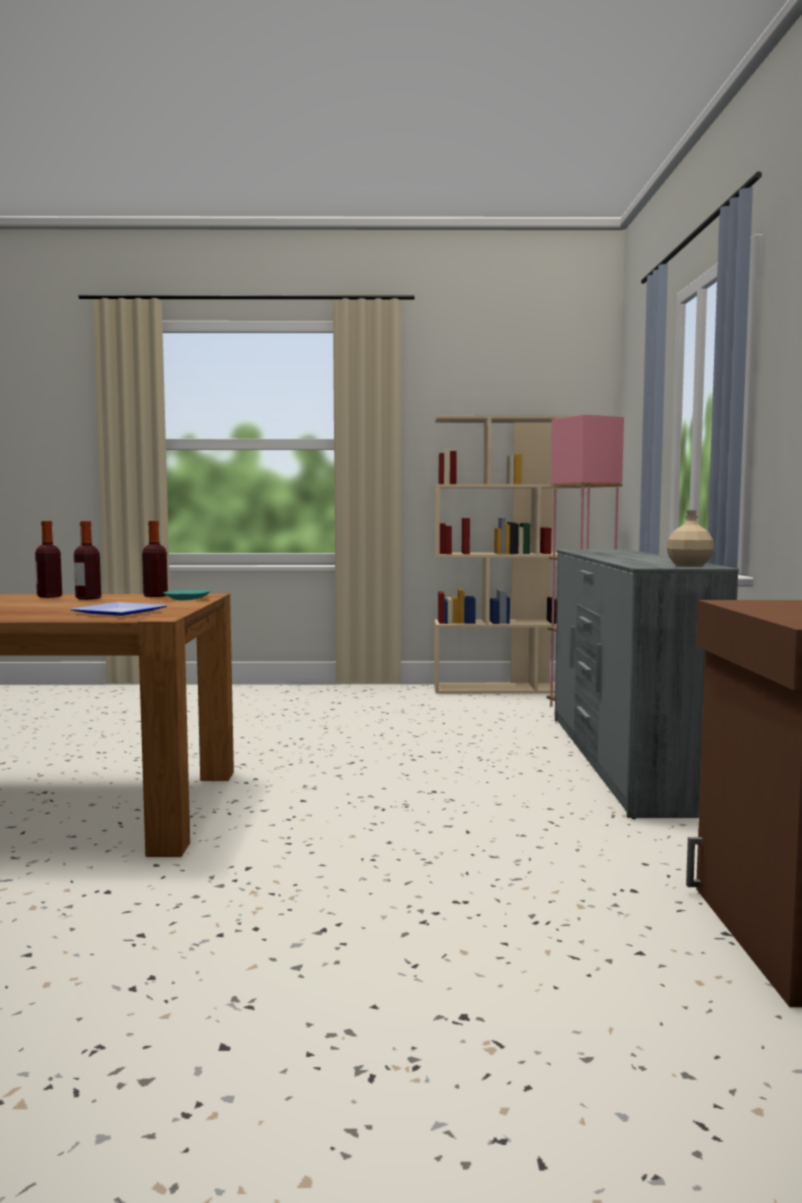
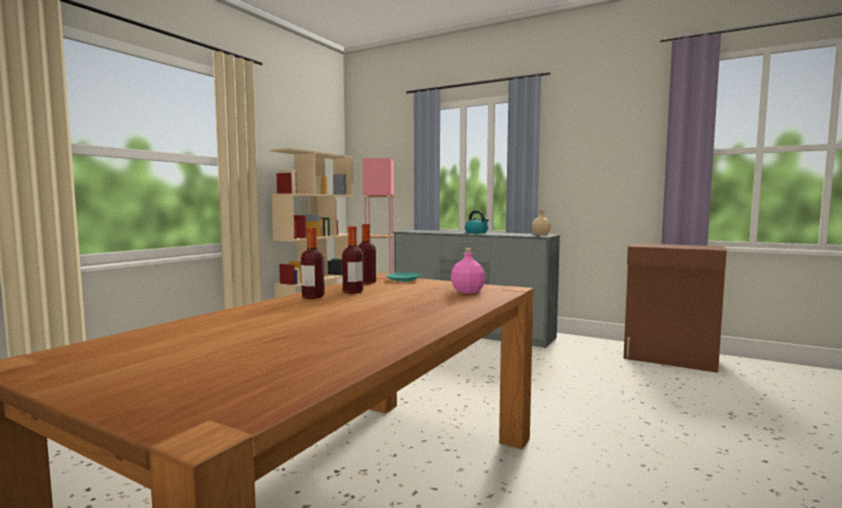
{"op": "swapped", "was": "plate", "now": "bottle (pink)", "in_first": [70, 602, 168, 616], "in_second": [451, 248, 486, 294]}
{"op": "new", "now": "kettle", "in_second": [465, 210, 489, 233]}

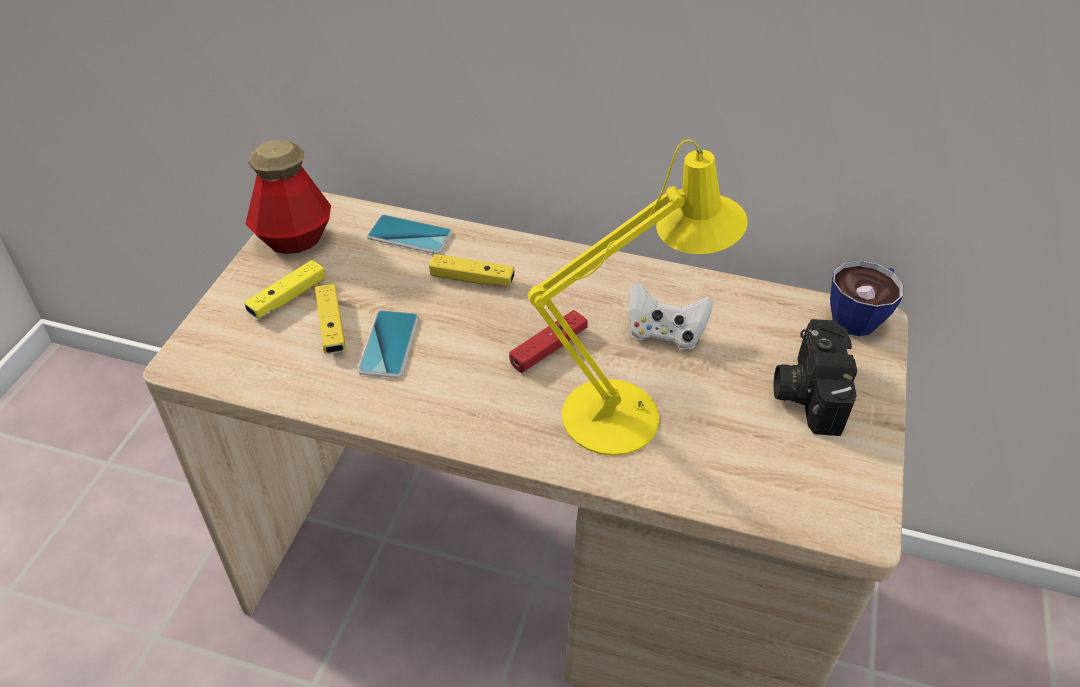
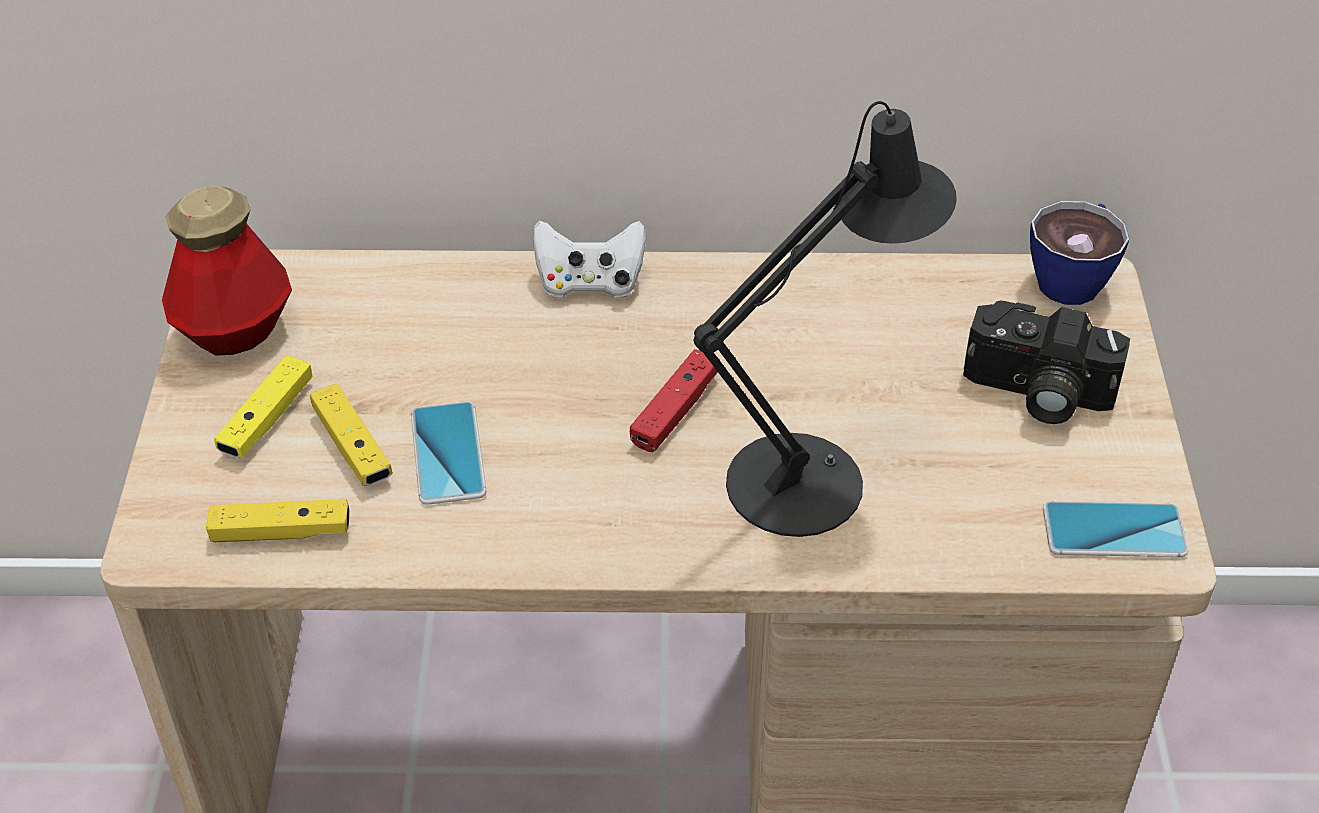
{"op": "shifted", "was": "game controller (yellow)", "in_first": [429, 254, 515, 286], "in_second": [206, 499, 350, 542]}
{"op": "shifted", "was": "game controller (white)", "in_first": [628, 282, 712, 350], "in_second": [533, 221, 646, 298]}
{"op": "repainted", "was": "table lamp (yellow)", "now": "table lamp (black)", "in_first": [528, 139, 748, 456], "in_second": [693, 101, 957, 537]}
{"op": "rotated", "was": "photo camera", "in_first": [773, 319, 857, 436], "in_second": [963, 301, 1130, 424], "clockwise": -60}
{"op": "shifted", "was": "phone", "in_first": [367, 215, 452, 254], "in_second": [1043, 501, 1188, 557]}

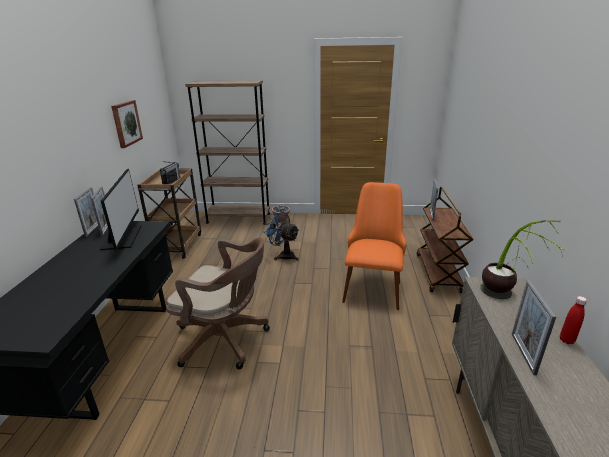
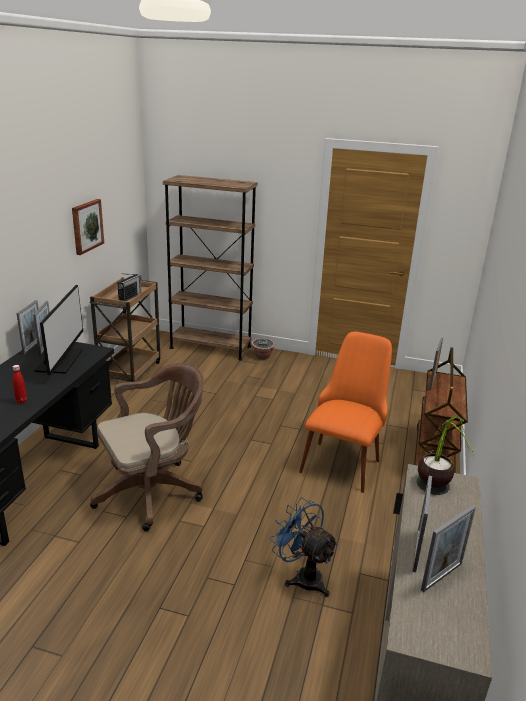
{"op": "shifted", "was": "bottle (red)", "in_first": [560, 296, 587, 344], "in_second": [13, 365, 27, 404]}
{"op": "rotated", "was": "office chair (brown)", "in_first": [166, 238, 270, 370], "in_second": [90, 363, 204, 531], "clockwise": -60}
{"op": "shifted", "was": "fan (blue)", "in_first": [265, 211, 299, 261], "in_second": [270, 497, 339, 597]}
{"op": "new", "now": "picture frame", "in_second": [421, 505, 476, 592]}

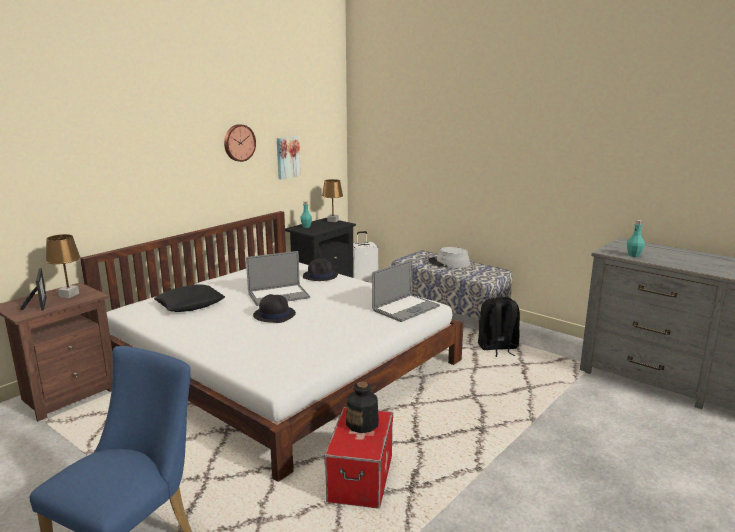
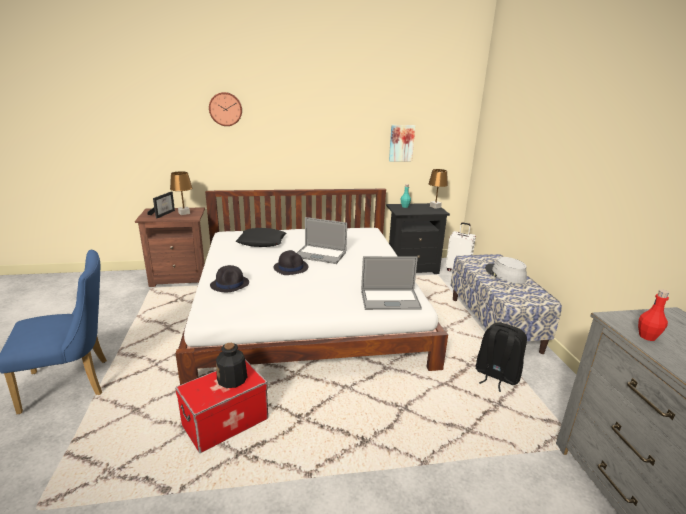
{"op": "shifted", "was": "wall clock", "in_first": [224, 124, 256, 162], "in_second": [209, 92, 242, 126]}
{"op": "shifted", "was": "hat (black)", "in_first": [303, 258, 338, 281], "in_second": [210, 265, 249, 292]}
{"op": "repainted", "was": "bottle (turquoise)", "now": "bottle (red)", "in_first": [627, 220, 645, 257], "in_second": [638, 289, 669, 341]}

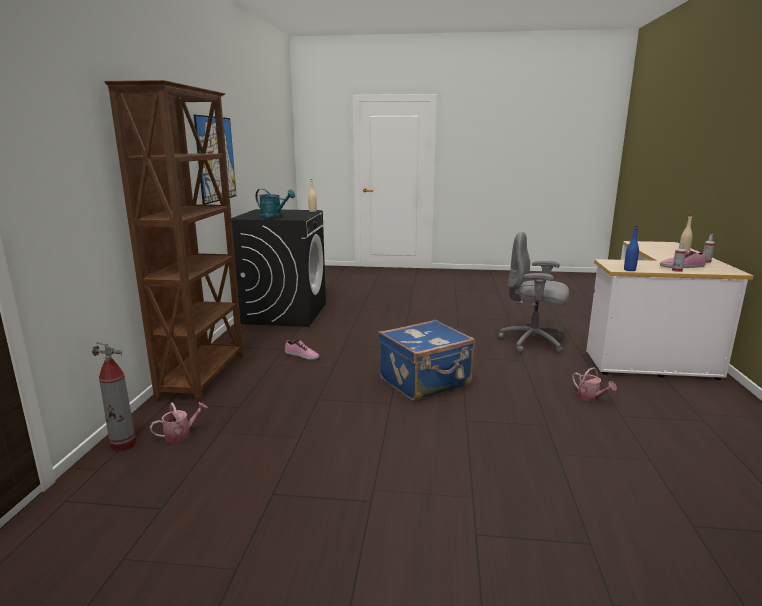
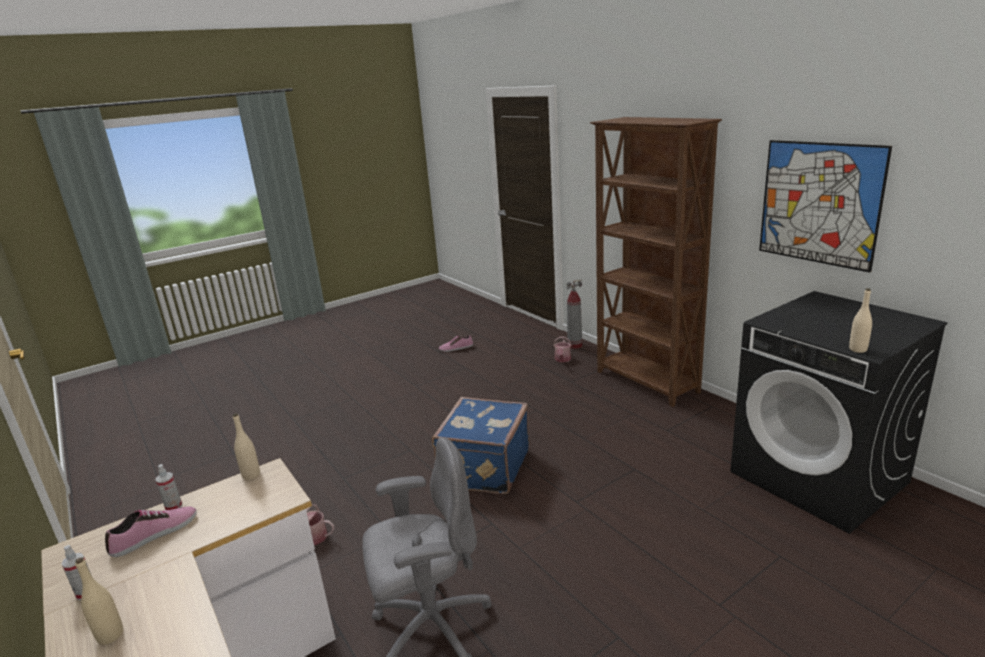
{"op": "repainted", "was": "bottle (blue)", "now": "bottle (beige)", "in_first": [624, 226, 639, 271], "in_second": [233, 413, 260, 480]}
{"op": "shifted", "was": "shoe", "in_first": [285, 340, 320, 360], "in_second": [439, 335, 473, 352]}
{"op": "gone", "was": "watering can (turquoise)", "in_first": [255, 189, 295, 219]}

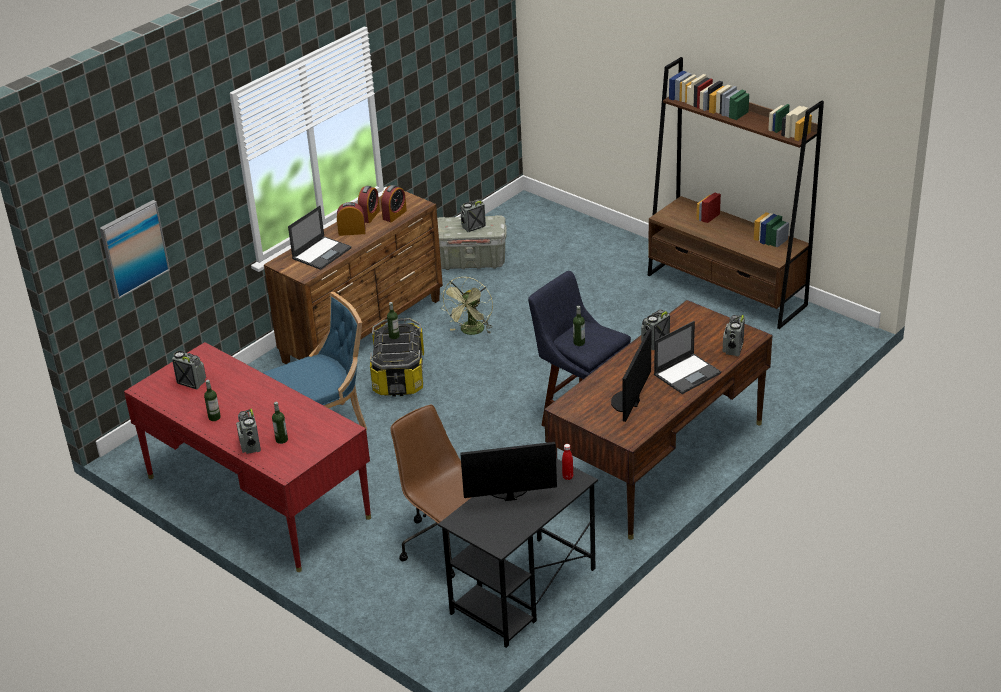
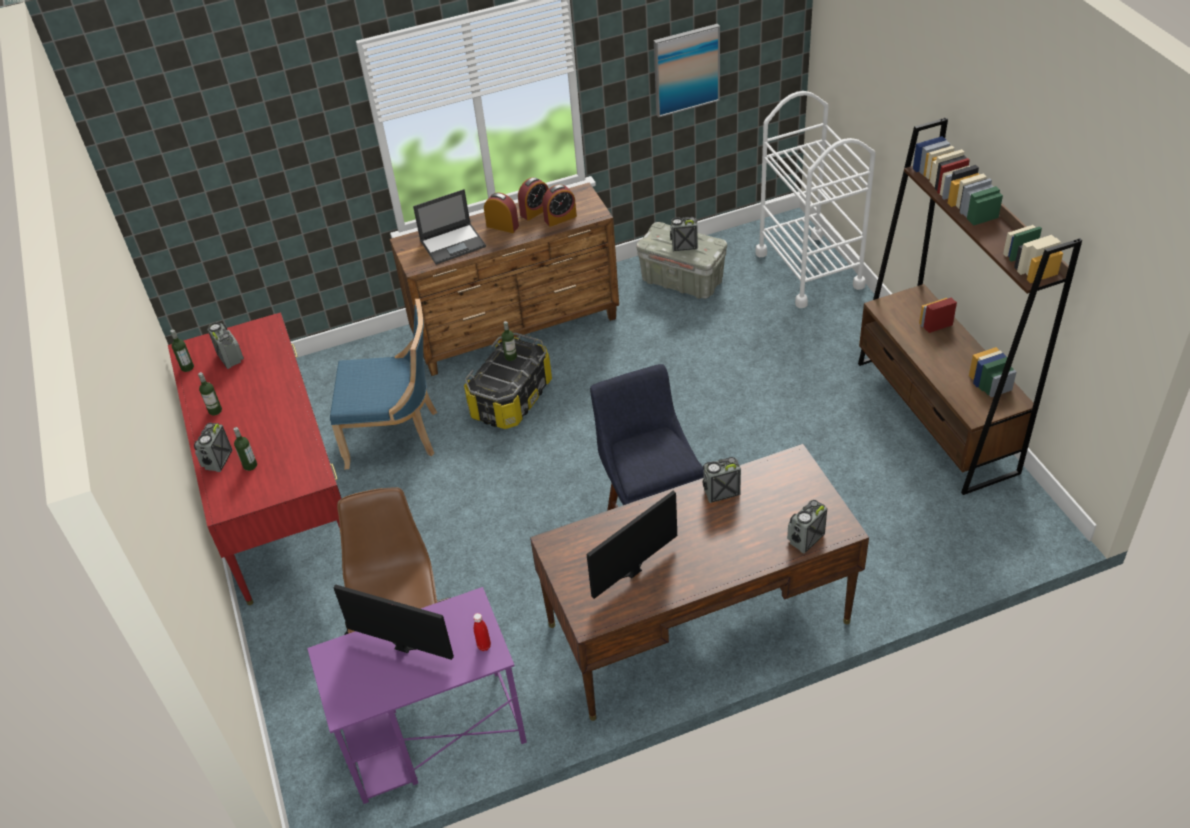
{"op": "shifted", "was": "bottle", "in_first": [573, 306, 585, 346], "in_second": [170, 329, 194, 372]}
{"op": "repainted", "was": "desk (black)", "now": "desk (purple)", "in_first": [438, 458, 598, 648], "in_second": [307, 587, 527, 804]}
{"op": "shifted", "was": "picture", "in_first": [100, 200, 170, 299], "in_second": [654, 24, 720, 118]}
{"op": "new", "now": "cart (white)", "in_second": [755, 91, 876, 308]}
{"op": "gone", "was": "fan (green)", "in_first": [441, 277, 493, 335]}
{"op": "gone", "was": "laptop", "in_first": [654, 321, 721, 394]}

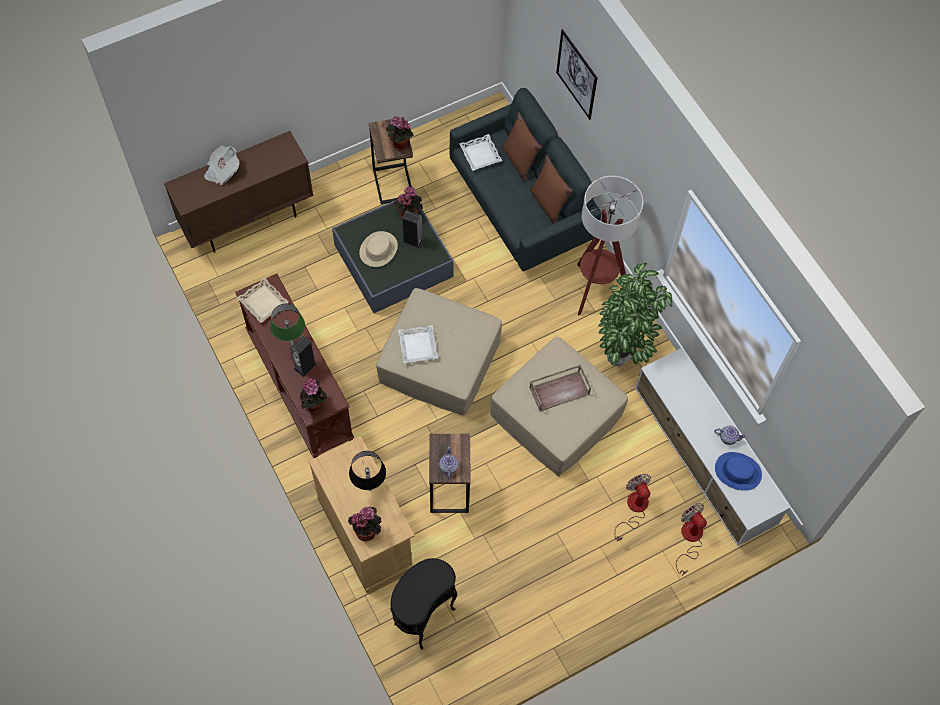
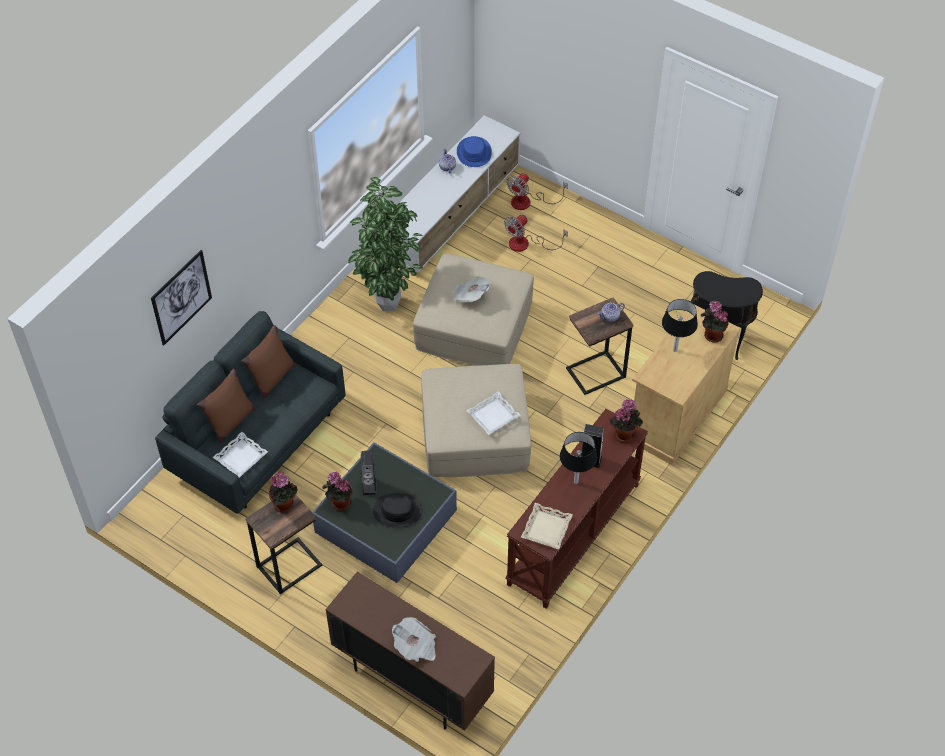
{"op": "repainted", "was": "hat (beige)", "now": "hat (black)", "in_first": [359, 231, 398, 267], "in_second": [373, 493, 422, 528]}
{"op": "swapped", "was": "tray (brown)", "now": "newspaper", "in_first": [529, 365, 591, 411], "in_second": [454, 276, 490, 302]}
{"op": "repainted", "was": "table lamp (green)", "now": "table lamp (black)", "in_first": [270, 304, 305, 346], "in_second": [560, 432, 597, 484]}
{"op": "gone", "was": "floor lamp", "in_first": [577, 176, 643, 316]}

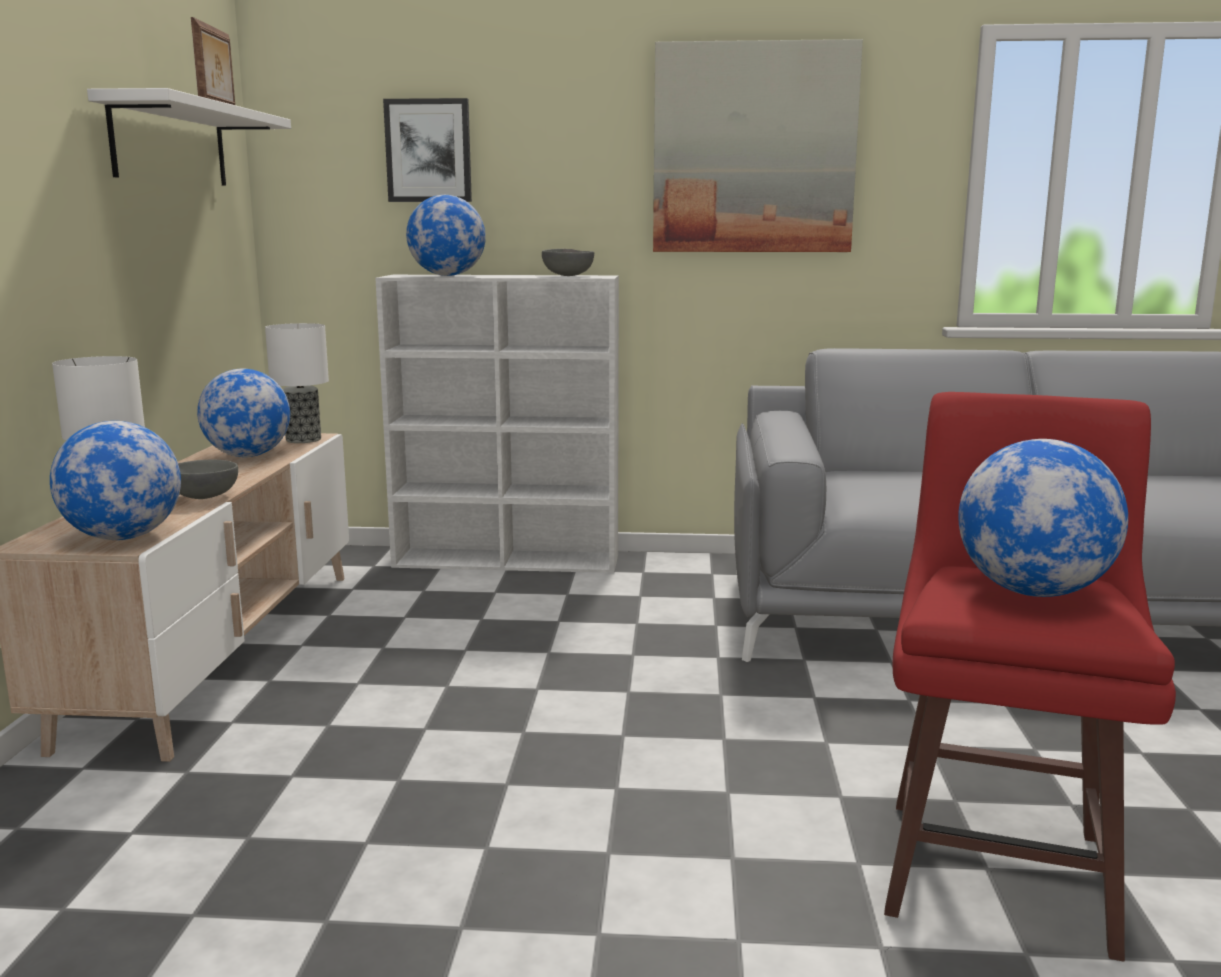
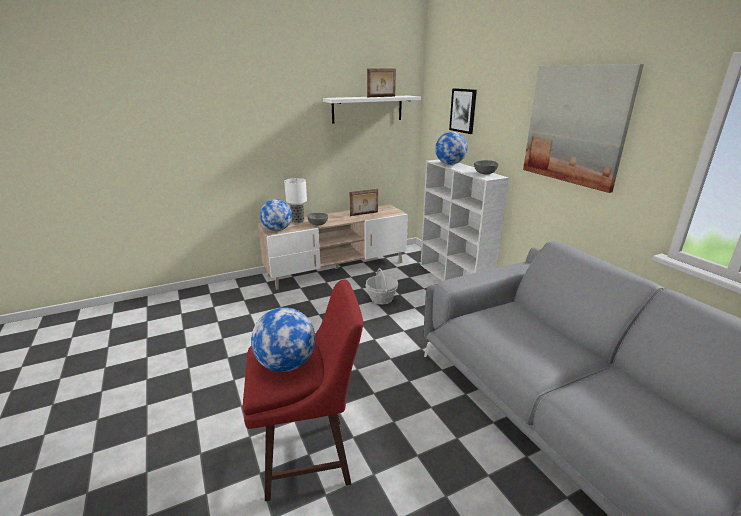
{"op": "swapped", "was": "globe", "now": "picture frame", "in_first": [197, 369, 290, 457], "in_second": [349, 189, 378, 216]}
{"op": "new", "now": "basket", "in_second": [365, 268, 398, 305]}
{"op": "gone", "was": "table lamp", "in_first": [265, 323, 329, 443]}

